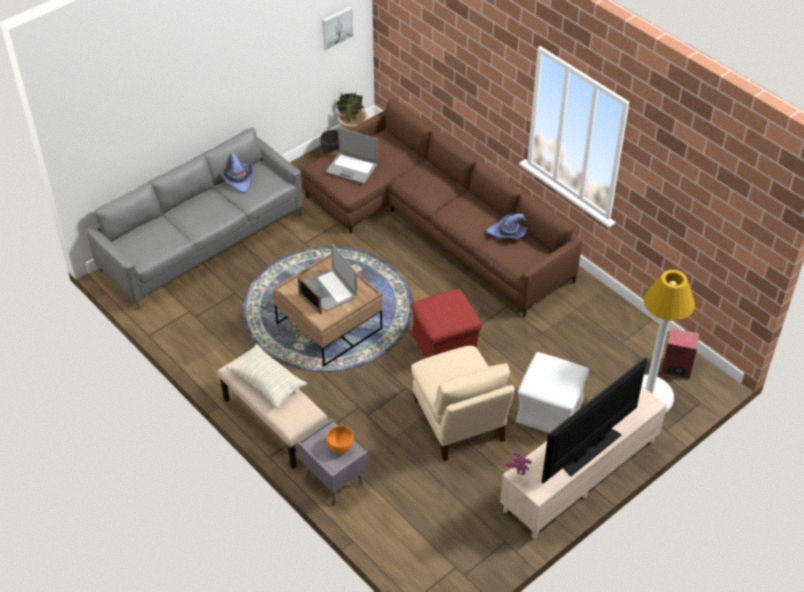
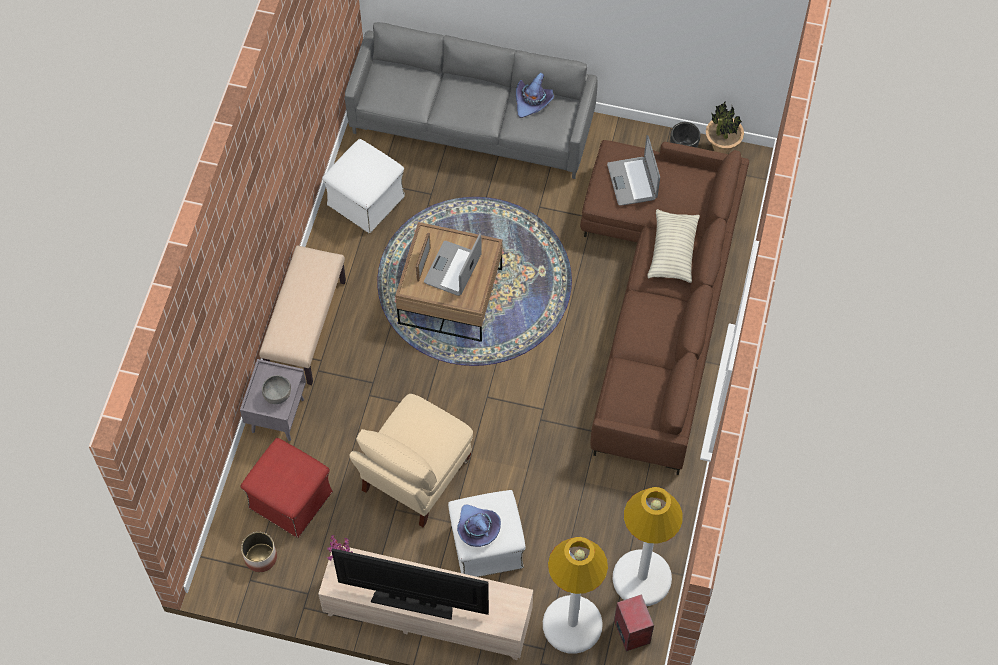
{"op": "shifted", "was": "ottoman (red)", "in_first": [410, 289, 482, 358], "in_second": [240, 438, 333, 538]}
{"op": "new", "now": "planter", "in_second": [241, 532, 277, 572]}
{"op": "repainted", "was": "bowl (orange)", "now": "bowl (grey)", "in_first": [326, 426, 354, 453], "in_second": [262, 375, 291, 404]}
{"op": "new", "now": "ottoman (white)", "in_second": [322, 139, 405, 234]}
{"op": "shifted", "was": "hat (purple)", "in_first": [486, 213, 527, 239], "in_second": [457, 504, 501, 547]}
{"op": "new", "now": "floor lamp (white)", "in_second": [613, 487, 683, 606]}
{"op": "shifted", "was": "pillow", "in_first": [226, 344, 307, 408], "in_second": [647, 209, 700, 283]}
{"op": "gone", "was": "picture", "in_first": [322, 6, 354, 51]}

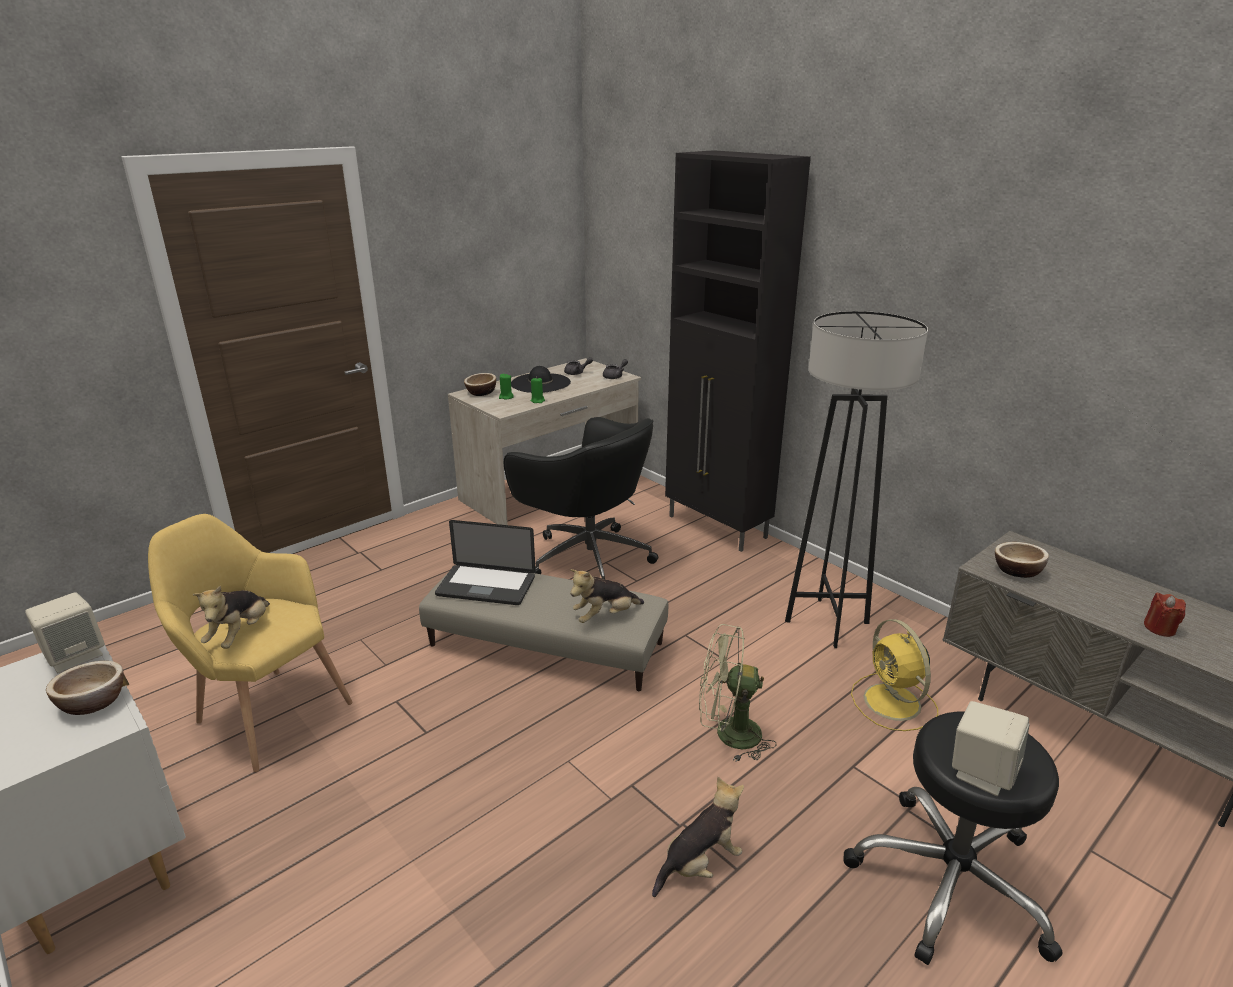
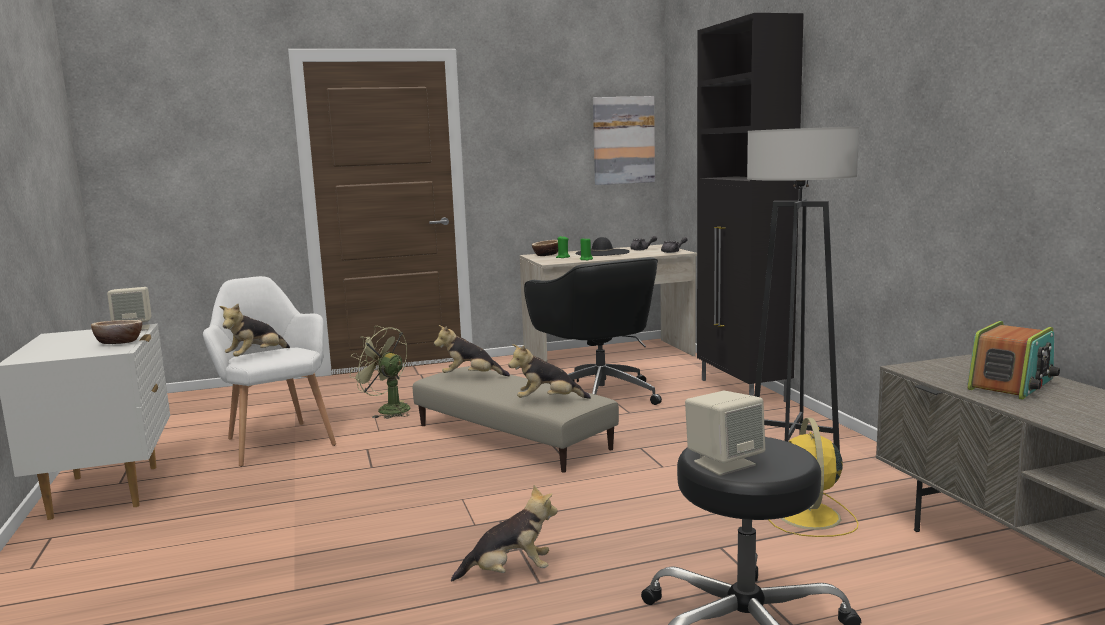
{"op": "repainted", "was": "armchair (yellow)", "now": "armchair (white)", "in_first": [148, 514, 353, 772], "in_second": [203, 276, 336, 467]}
{"op": "shifted", "was": "fan (green)", "in_first": [699, 624, 777, 762], "in_second": [350, 326, 410, 419]}
{"op": "swapped", "was": "laptop", "now": "plush toy", "in_first": [435, 520, 536, 605], "in_second": [434, 325, 510, 376]}
{"op": "new", "now": "picture", "in_second": [593, 96, 655, 185]}
{"op": "new", "now": "radio", "in_second": [967, 321, 1060, 399]}
{"op": "gone", "was": "bowl", "in_first": [995, 542, 1049, 578]}
{"op": "gone", "was": "candle (red)", "in_first": [1144, 592, 1186, 637]}

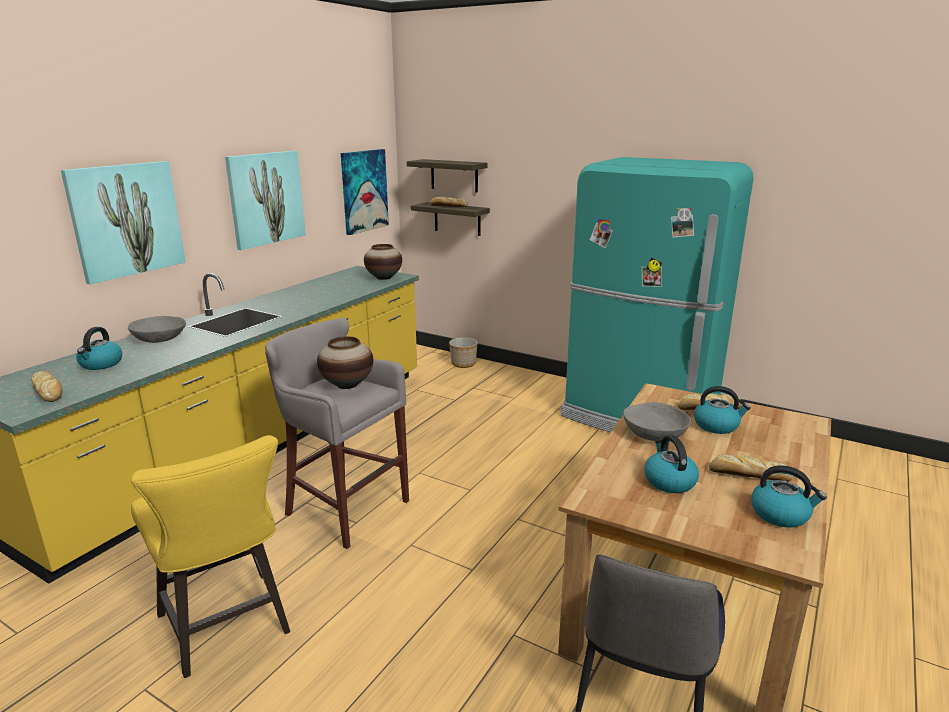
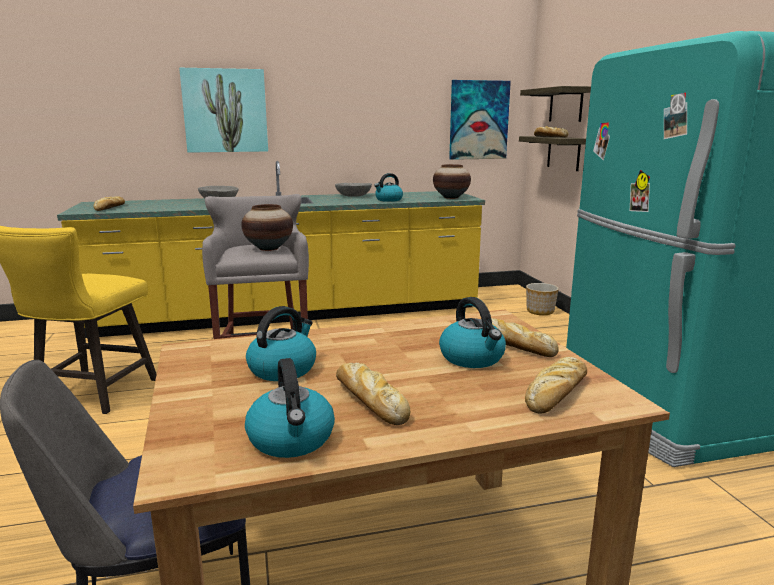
{"op": "shifted", "was": "bowl (grey)", "in_first": [623, 402, 691, 441], "in_second": [335, 183, 372, 197]}
{"op": "shifted", "was": "kettle", "in_first": [76, 327, 122, 370], "in_second": [374, 173, 403, 202]}
{"op": "new", "now": "bread", "in_second": [525, 357, 587, 414]}
{"op": "gone", "was": "picture", "in_first": [225, 151, 306, 250]}

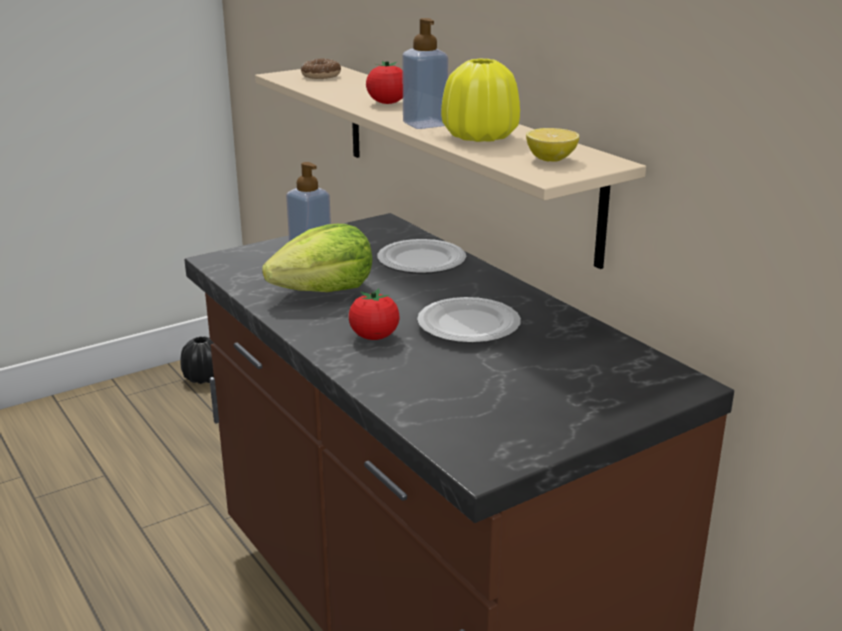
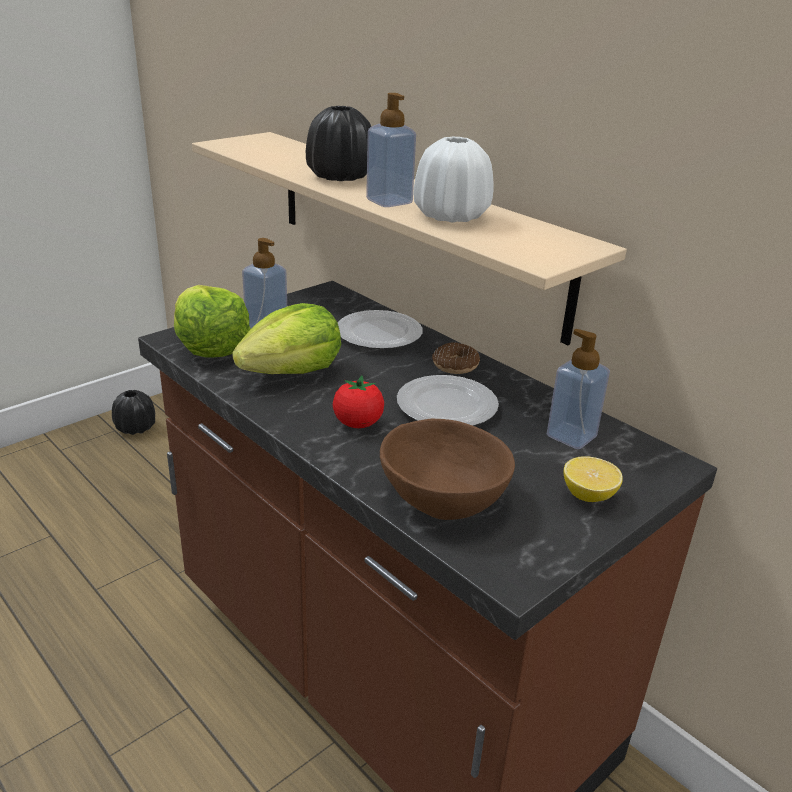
{"op": "new", "now": "lettuce", "in_second": [174, 285, 251, 358]}
{"op": "swapped", "was": "tomato", "now": "vase (black)", "in_first": [366, 61, 403, 104], "in_second": [306, 106, 371, 181]}
{"op": "new", "now": "bowl (brown)", "in_second": [380, 419, 515, 520]}
{"op": "repainted", "was": "vase (yellow)", "now": "vase (white)", "in_first": [441, 59, 520, 142], "in_second": [413, 136, 493, 223]}
{"op": "shifted", "was": "donut", "in_first": [301, 58, 341, 79], "in_second": [432, 342, 480, 374]}
{"op": "new", "now": "soap dispenser", "in_second": [547, 329, 610, 449]}
{"op": "shifted", "was": "lemon", "in_first": [526, 128, 579, 162], "in_second": [564, 456, 623, 502]}

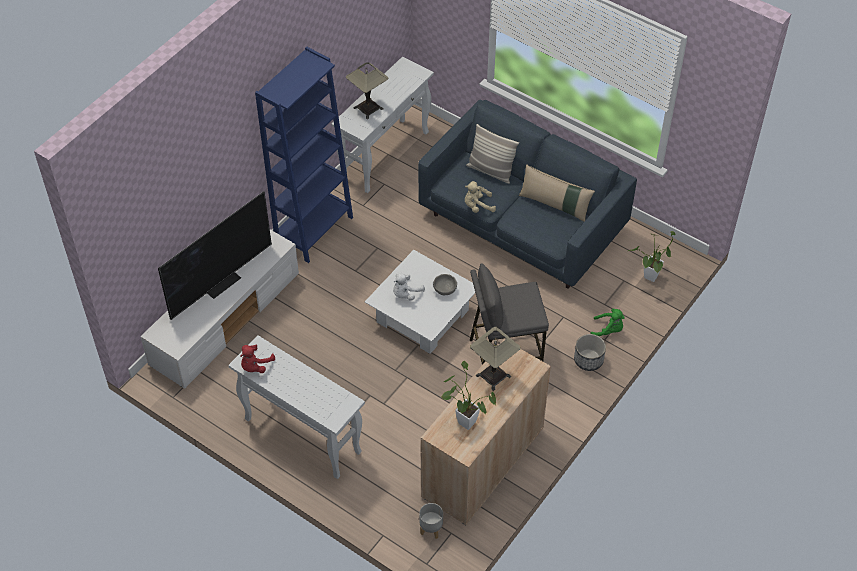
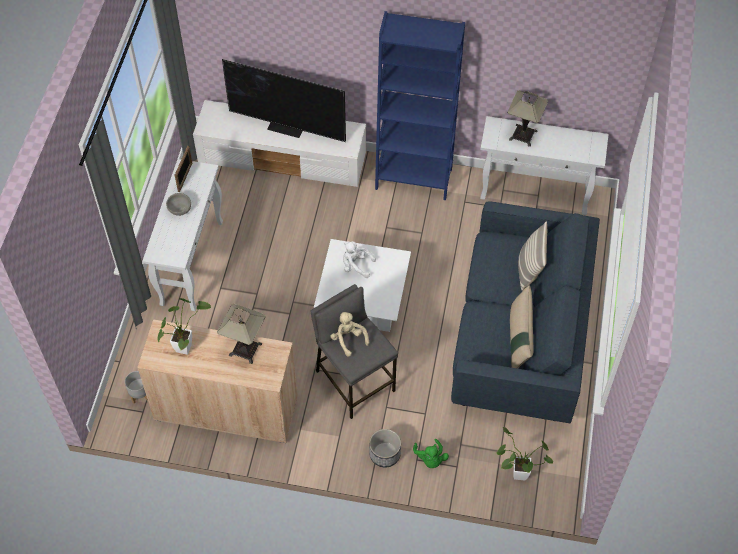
{"op": "shifted", "was": "bowl (grey)", "in_first": [433, 274, 457, 295], "in_second": [166, 193, 191, 216]}
{"op": "swapped", "was": "plush toy (red)", "now": "picture frame", "in_first": [241, 345, 275, 373], "in_second": [175, 146, 192, 192]}
{"op": "shifted", "was": "plush toy (beige)", "in_first": [465, 181, 496, 213], "in_second": [331, 312, 369, 357]}

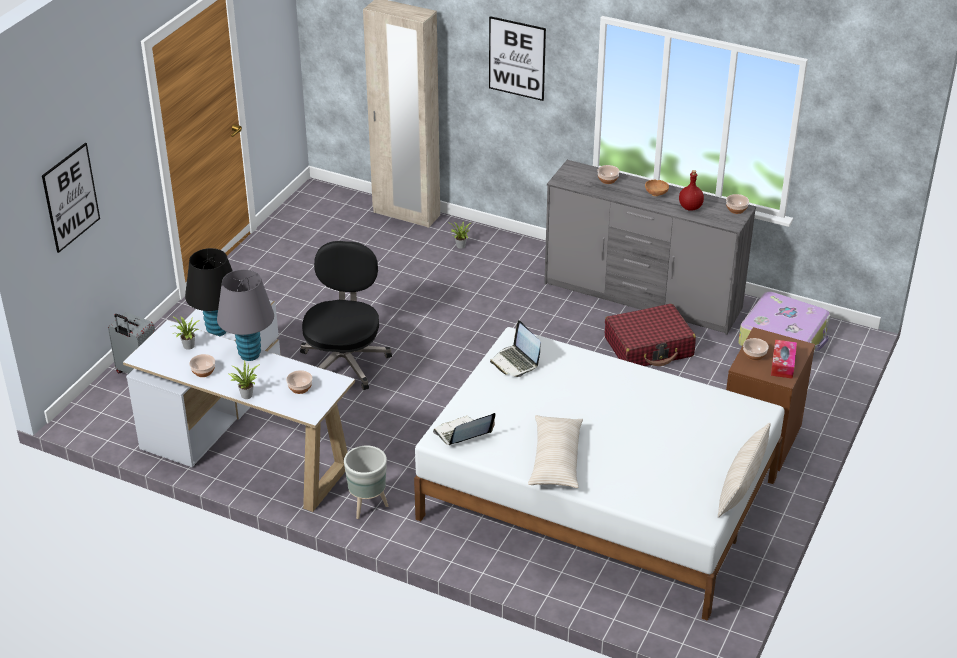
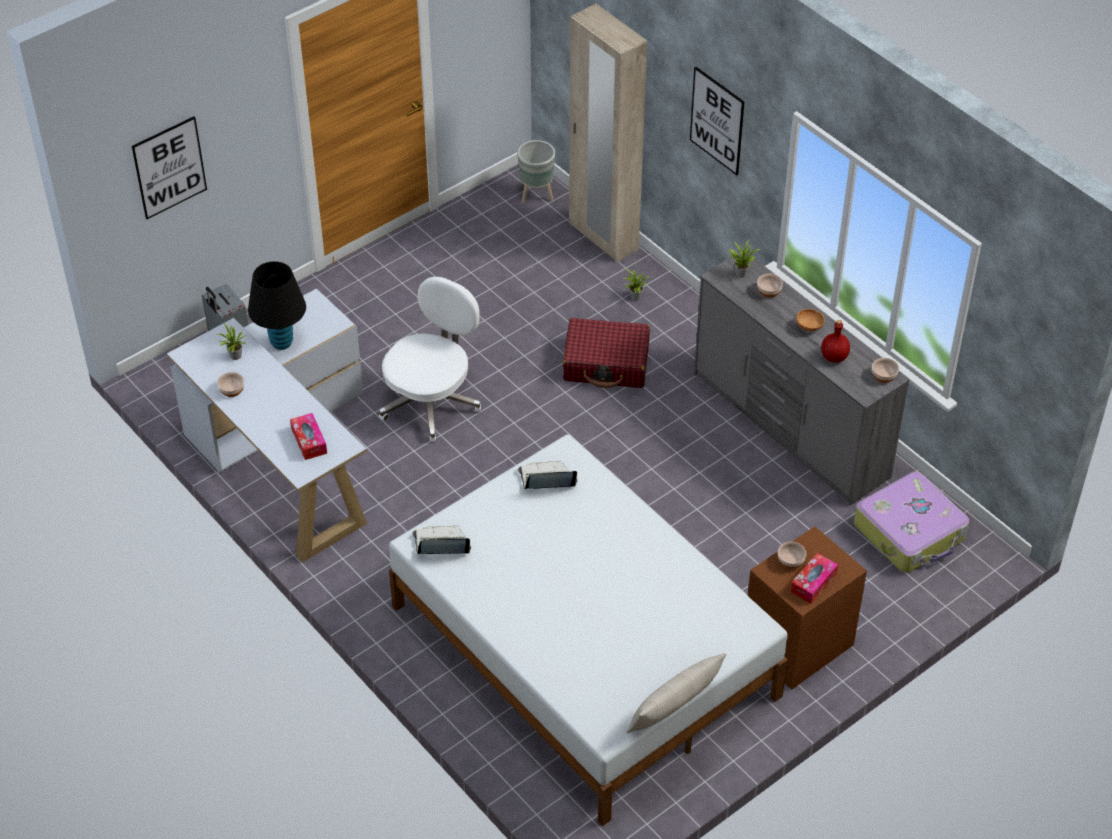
{"op": "swapped", "was": "bowl", "now": "tissue box", "in_first": [286, 370, 312, 394], "in_second": [290, 413, 327, 460]}
{"op": "repainted", "was": "office chair (black)", "now": "office chair (white)", "in_first": [300, 241, 392, 390], "in_second": [379, 277, 481, 442]}
{"op": "shifted", "was": "planter (grey)", "in_first": [344, 446, 388, 519], "in_second": [517, 140, 555, 203]}
{"op": "rotated", "was": "laptop", "in_first": [490, 320, 541, 377], "in_second": [518, 461, 577, 489], "clockwise": 90}
{"op": "shifted", "was": "suitcase (red)", "in_first": [605, 304, 696, 366], "in_second": [563, 318, 650, 388]}
{"op": "shifted", "was": "potted plant", "in_first": [227, 361, 260, 399], "in_second": [728, 240, 760, 278]}
{"op": "gone", "was": "table lamp (grey)", "in_first": [217, 269, 274, 361]}
{"op": "gone", "was": "pillow (beige)", "in_first": [528, 415, 583, 488]}

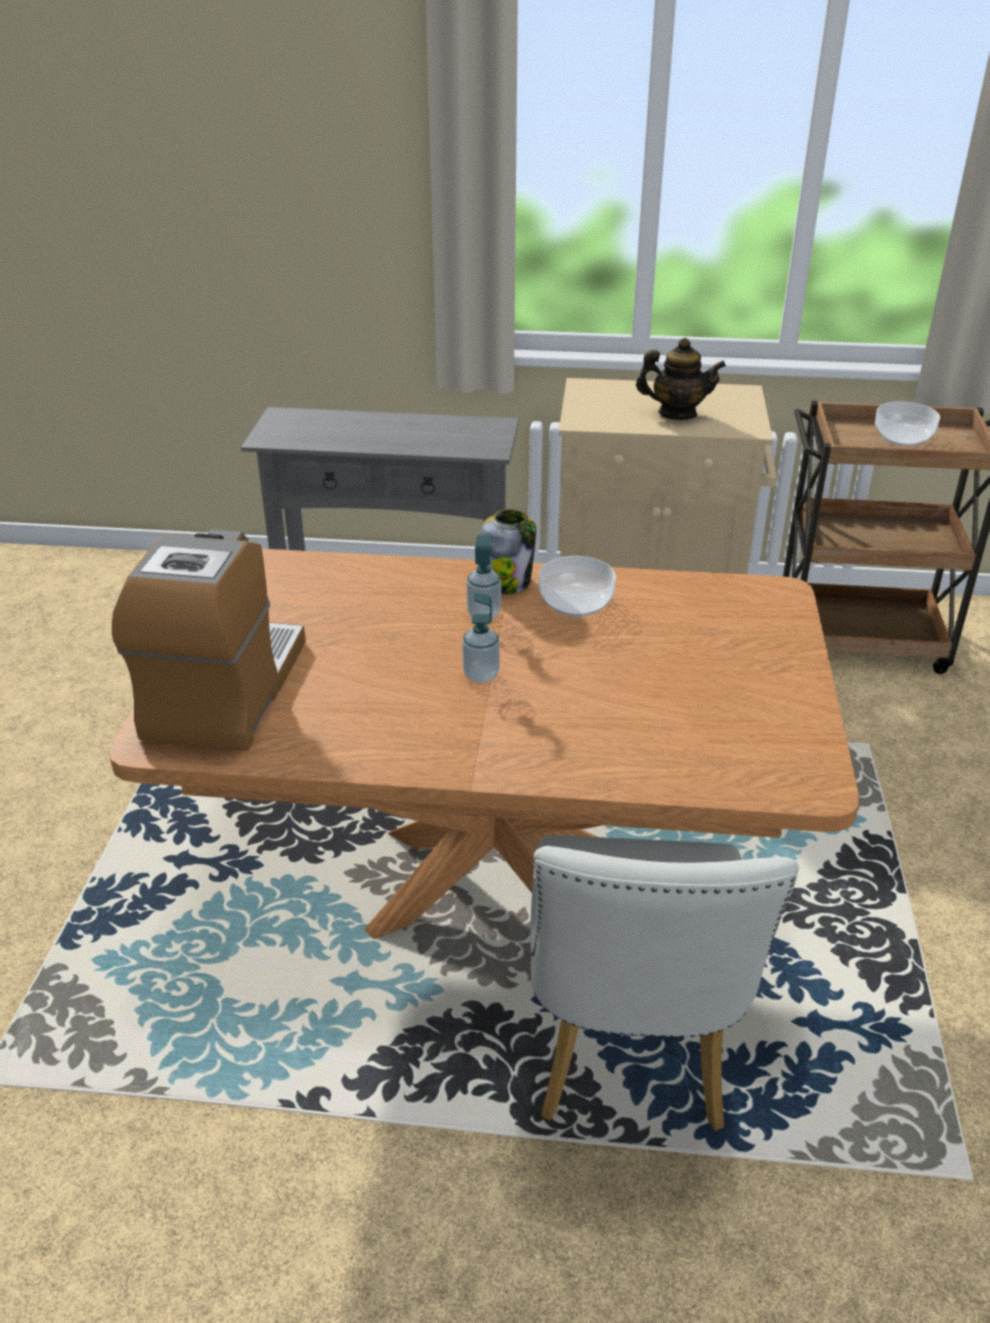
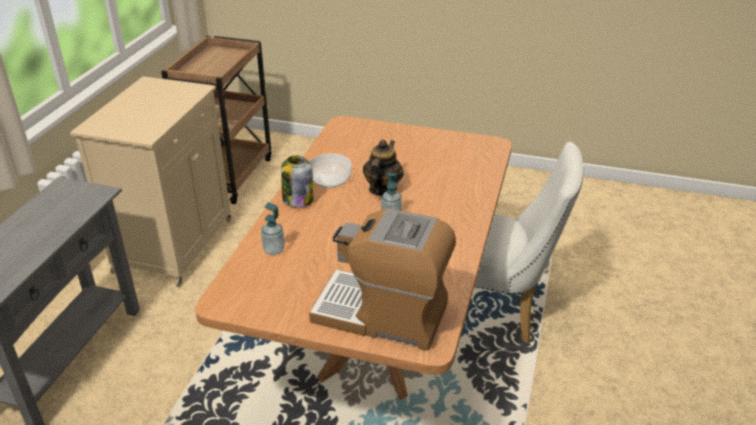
{"op": "shifted", "was": "soap dispenser", "in_first": [466, 535, 501, 619], "in_second": [261, 202, 285, 255]}
{"op": "shifted", "was": "teapot", "in_first": [636, 338, 726, 420], "in_second": [363, 140, 404, 196]}
{"op": "gone", "was": "bowl", "in_first": [875, 402, 940, 446]}

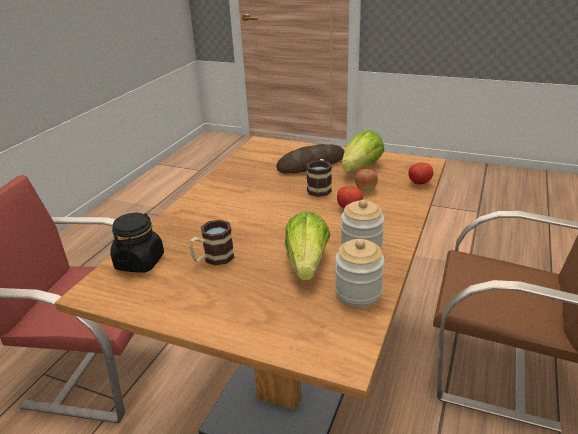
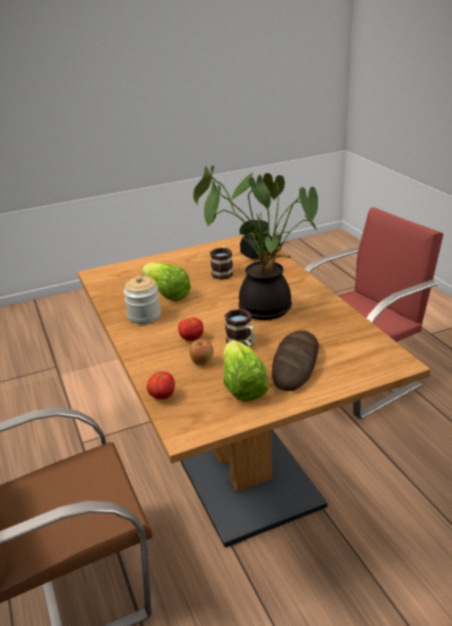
{"op": "new", "now": "potted plant", "in_second": [193, 165, 318, 320]}
{"op": "gone", "was": "jar", "in_first": [335, 239, 385, 307]}

